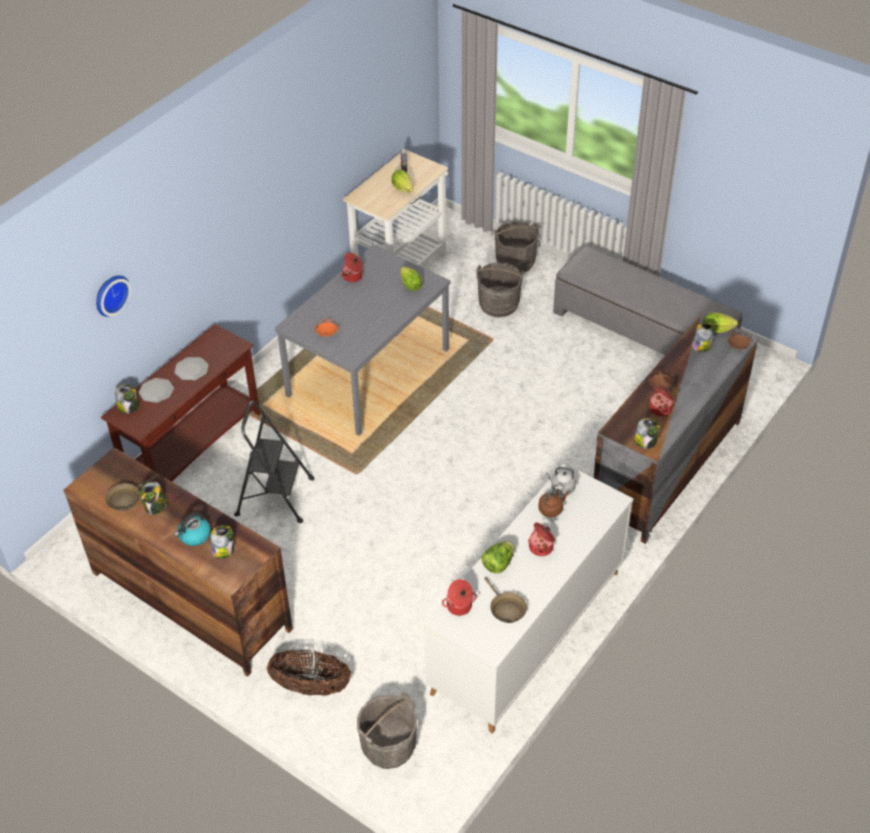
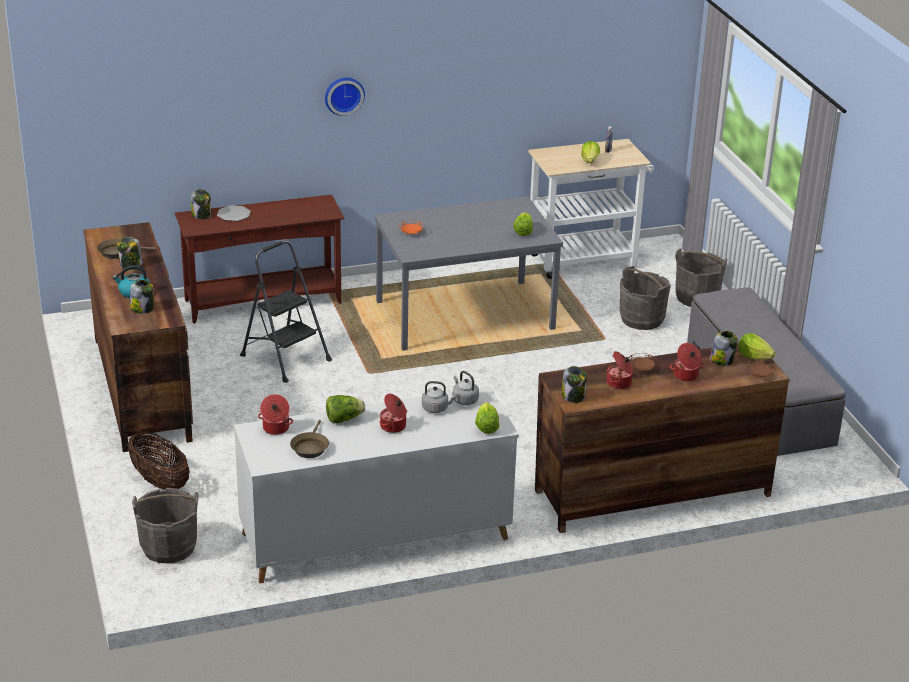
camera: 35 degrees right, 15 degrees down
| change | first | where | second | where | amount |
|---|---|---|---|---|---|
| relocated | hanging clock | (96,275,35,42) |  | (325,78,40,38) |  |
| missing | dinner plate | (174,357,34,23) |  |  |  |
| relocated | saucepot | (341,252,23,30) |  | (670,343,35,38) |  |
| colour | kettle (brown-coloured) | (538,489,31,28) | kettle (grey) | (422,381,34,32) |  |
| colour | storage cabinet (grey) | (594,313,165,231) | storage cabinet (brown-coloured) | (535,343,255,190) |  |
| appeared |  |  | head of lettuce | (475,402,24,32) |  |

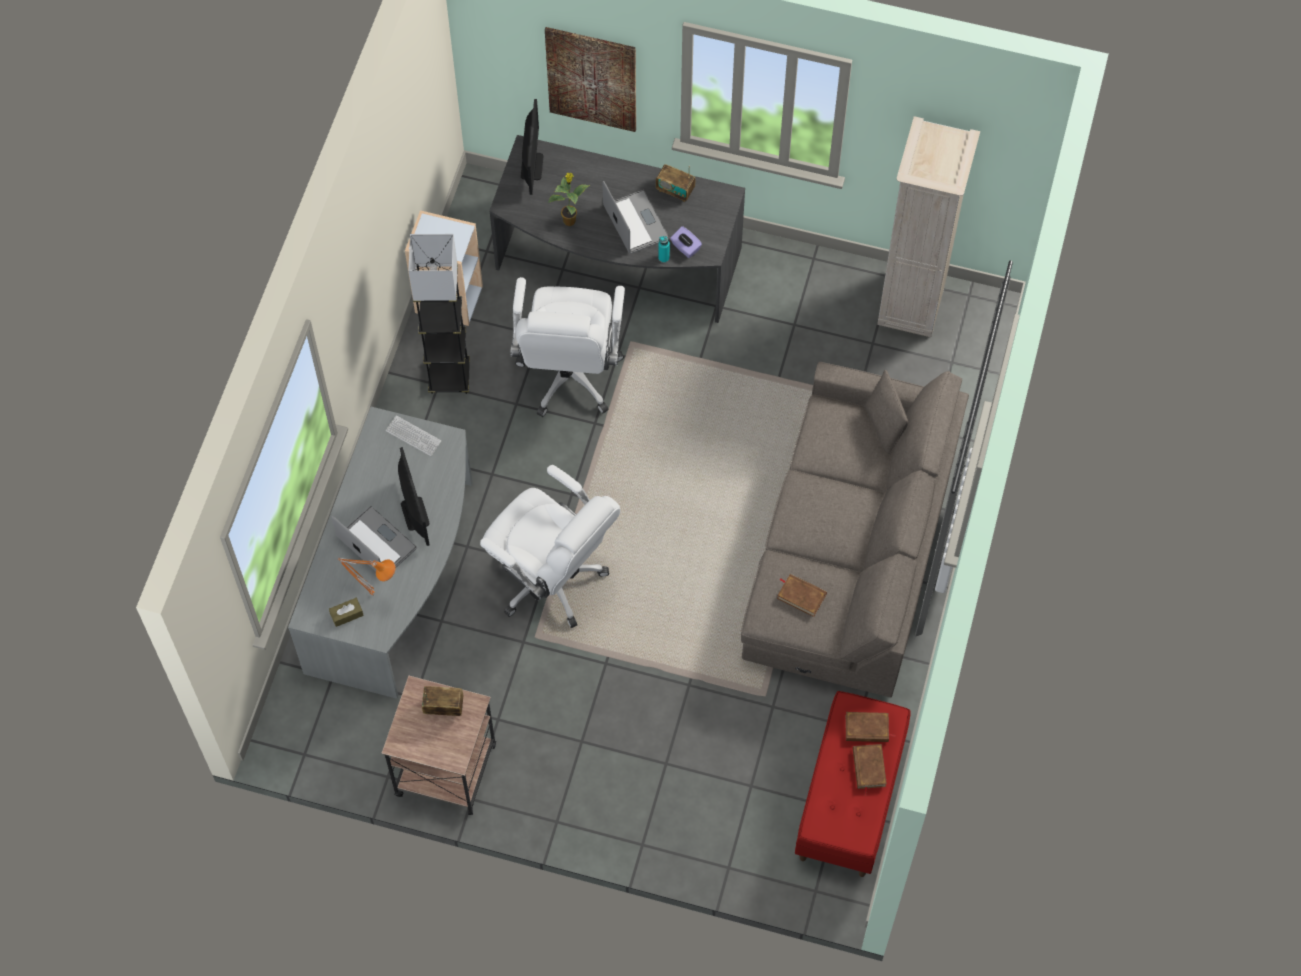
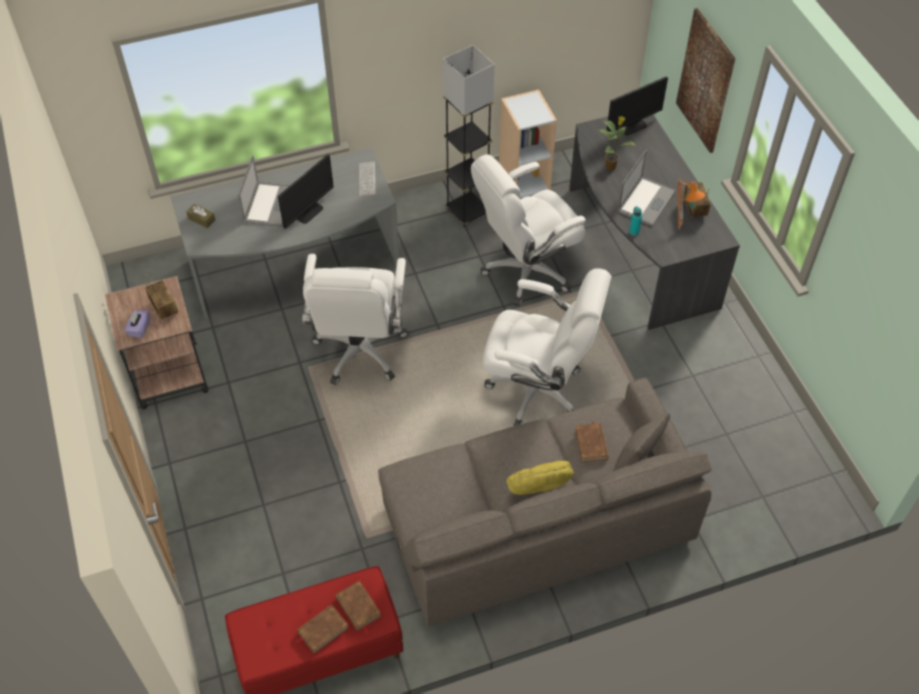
camera: 55 degrees right, 10 degrees down
| change | first | where | second | where | amount |
|---|---|---|---|---|---|
| relocated | lamp for a table (orange) | (338,558,58,38) |  | (677,179,28,50) |  |
| relocated | box of tissues (purple-coloured) | (670,226,32,32) |  | (125,311,25,27) |  |
| relocated | volume (brown-coloured) | (777,574,50,43) |  | (575,422,33,40) |  |
| missing | storage cabinet (sand-coloured) | (877,116,103,221) |  |  |  |
| appeared |  |  | desk chair (white) | (483,268,129,158) |  |
| appeared |  |  | cushion (yellow) | (506,461,68,34) |  |

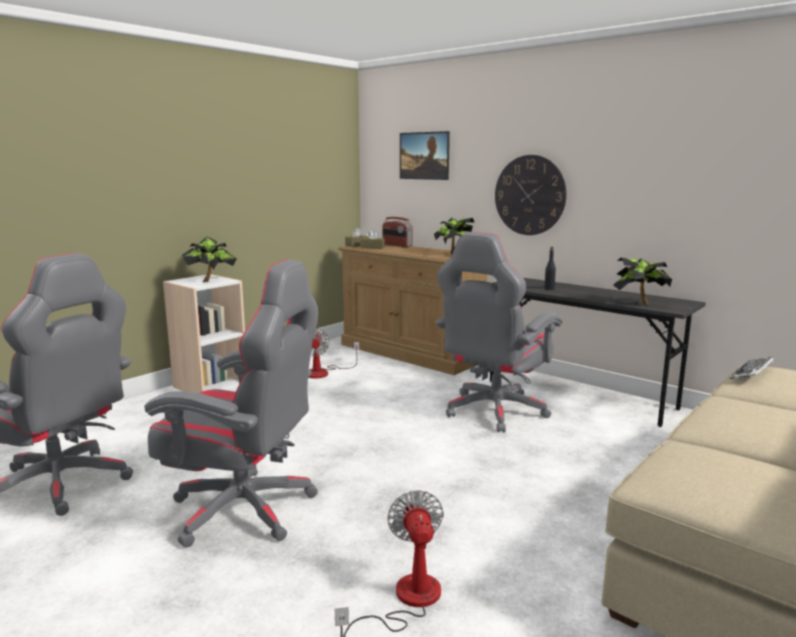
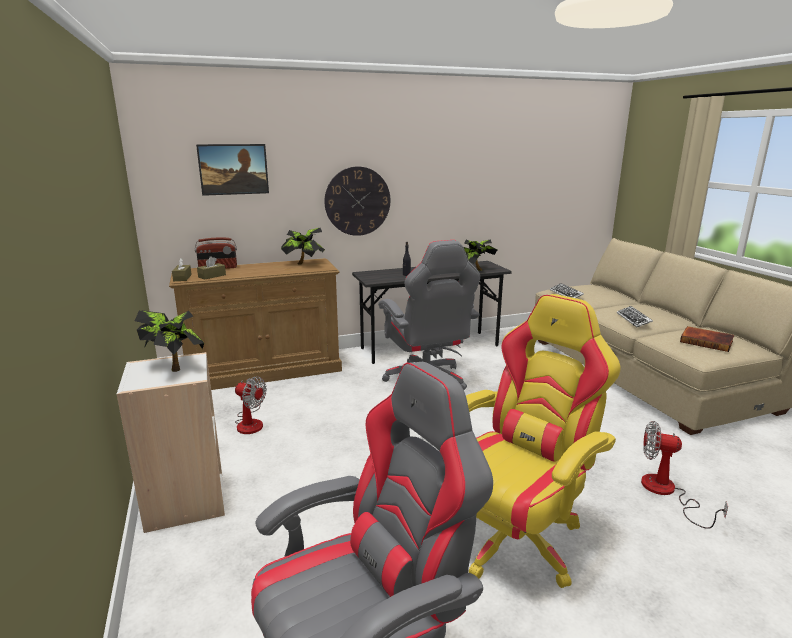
camera: 60 degrees left, 5 degrees up
| change | first | where | second | where | amount |
|---|---|---|---|---|---|
| colour | desk chair (grey) | (144,259,174,288) | desk chair (yellow) | (466,294,155,294) |  |
| appeared |  |  | PC keyboard | (617,306,36,21) |  |
| appeared |  |  | volume | (680,326,54,26) |  |

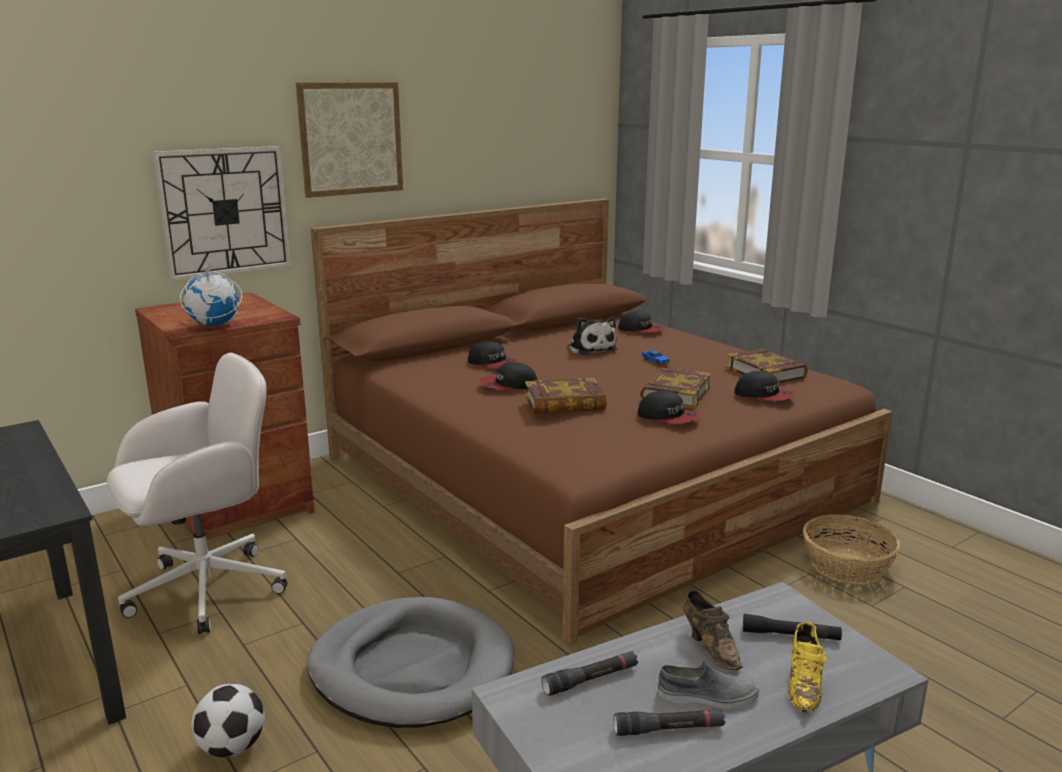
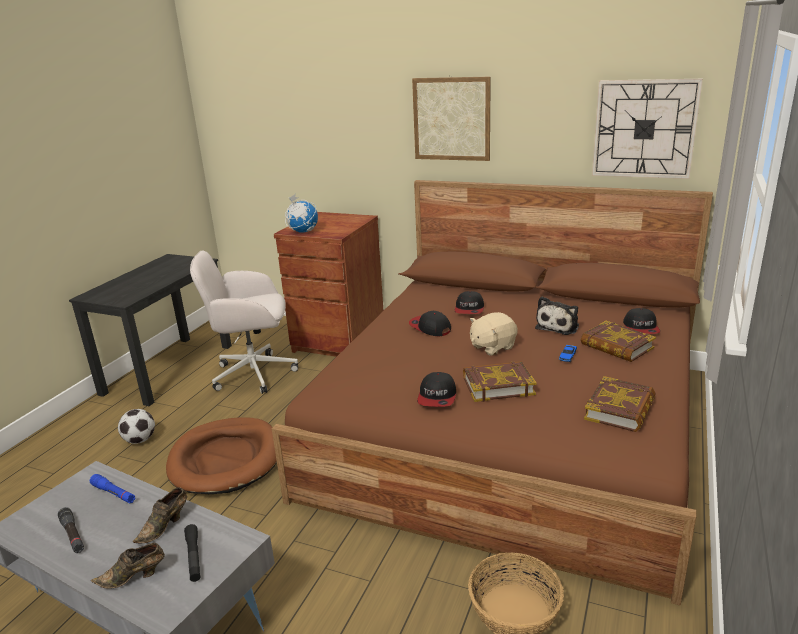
camera: 60 degrees right, 5 degrees up
| change | first | where | second | where | amount |
|---|---|---|---|---|---|
| spun | desk chair (white) | (107,353,180,281) |  | (190,250,108,144) | 150 degrees clockwise |
| relocated | hanging clock | (153,146,138,135) |  | (592,79,111,100) |  |
| colour | dog cushion (grey) | (307,597,208,131) | dog cushion (brown-coloured) | (166,417,111,77) |  |
| relocated | volume | (525,378,82,36) |  | (581,321,75,41) |  |
| colour | flashlight (blackish) | (542,651,96,45) | flashlight (blue-coloured) | (90,474,45,29) |  |
| missing | item of footwear (grey) | (658,661,101,48) |  |  |  |
| missing | cap | (735,371,61,30) |  |  |  |
| colour | item of footwear (yellow) | (788,622,39,90) | item of footwear (brown-coloured) | (91,543,74,46) |  |
| appeared |  |  | cuddly toy (sand-coloured) | (470,312,48,44) |  |

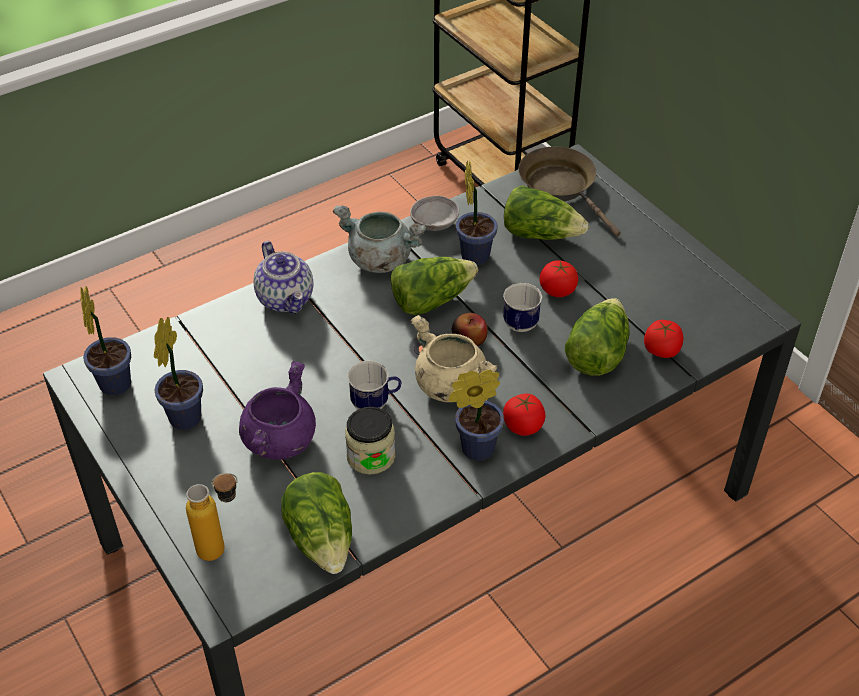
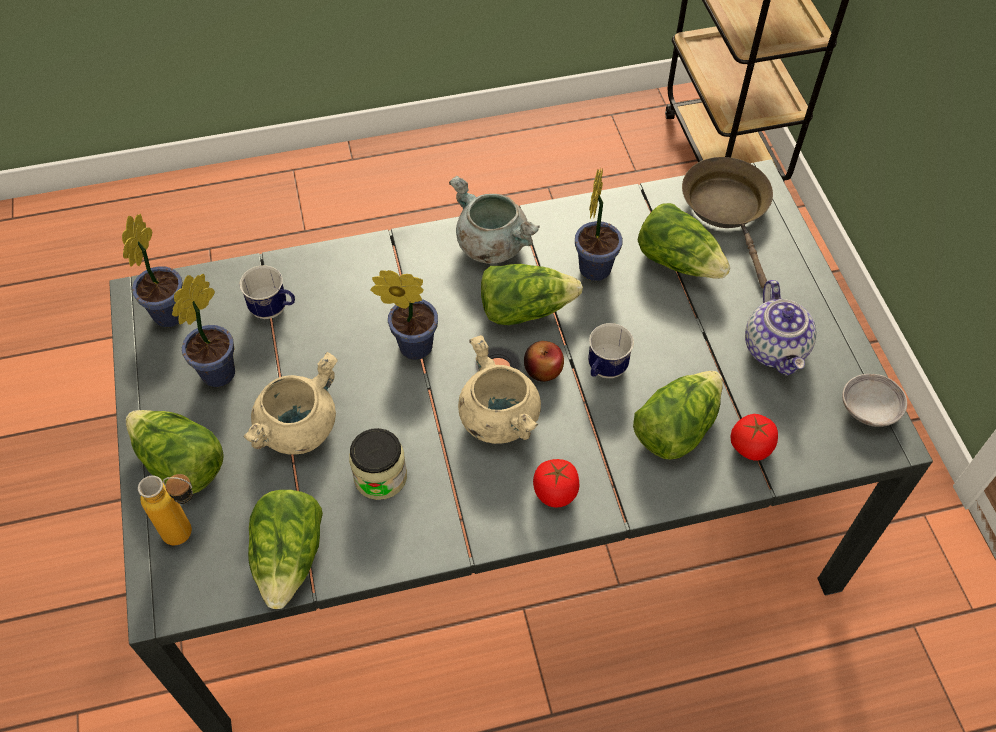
camera: 20 degrees right, 10 degrees up
| change | first | where | second | where | amount |
|---|---|---|---|---|---|
| colour | saucepot (purple-coloured) | (239,361,77,99) | saucepot (sand-coloured) | (243,352,94,102) |  |
| relocated | pot for tea | (253,241,60,73) |  | (745,280,71,96) |  |
| relocated | coffee mug | (347,361,54,48) |  | (239,265,56,54) |  |
| relocated | deep dish (grey) | (410,196,49,35) |  | (842,374,65,53) |  |
| relocated | potted plant | (449,370,55,91) |  | (371,270,67,90) |  |
| missing | whole tomato | (540,260,38,37) |  |  |  |
| appeared |  |  | head of lettuce | (126,410,98,84) |  |

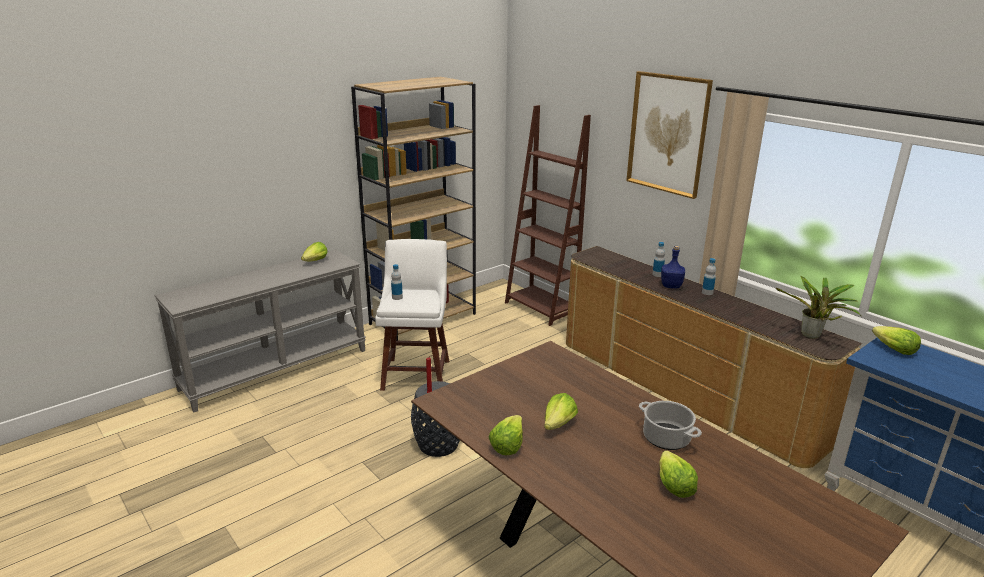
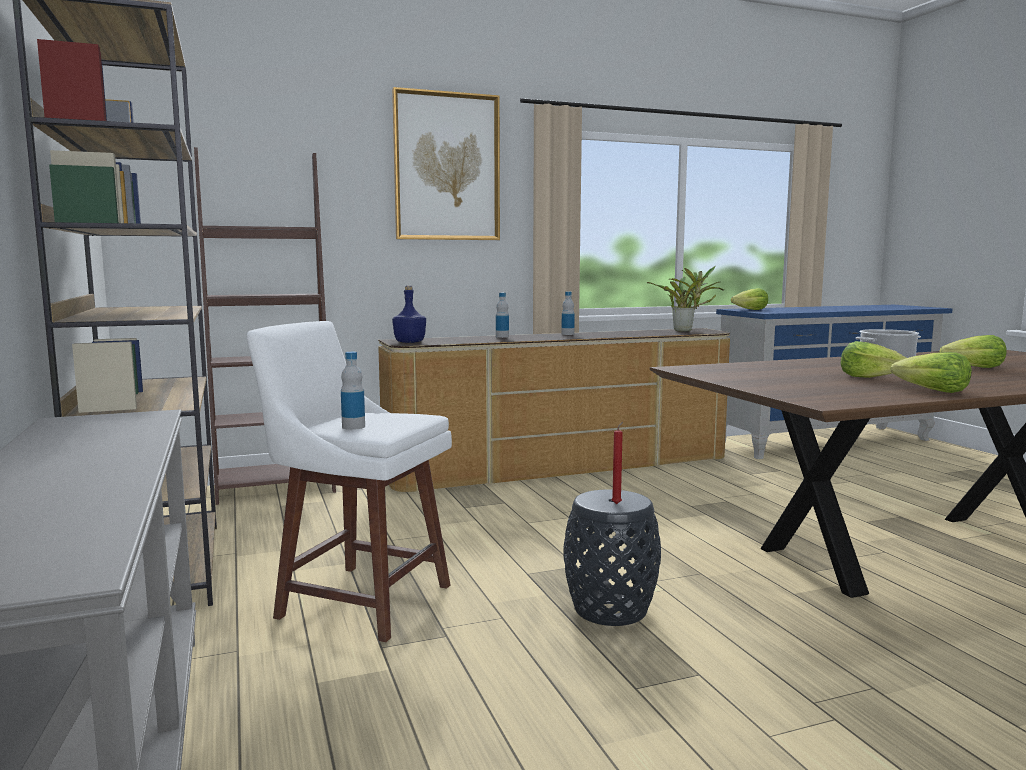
camera: 70 degrees left, 15 degrees down
| change | first | where | second | where | amount |
|---|---|---|---|---|---|
| missing | head of lettuce | (301,242,27,19) |  |  |  |
| relocated | beverage bottle (blue-coloured) | (661,246,24,43) |  | (392,285,34,58) |  |

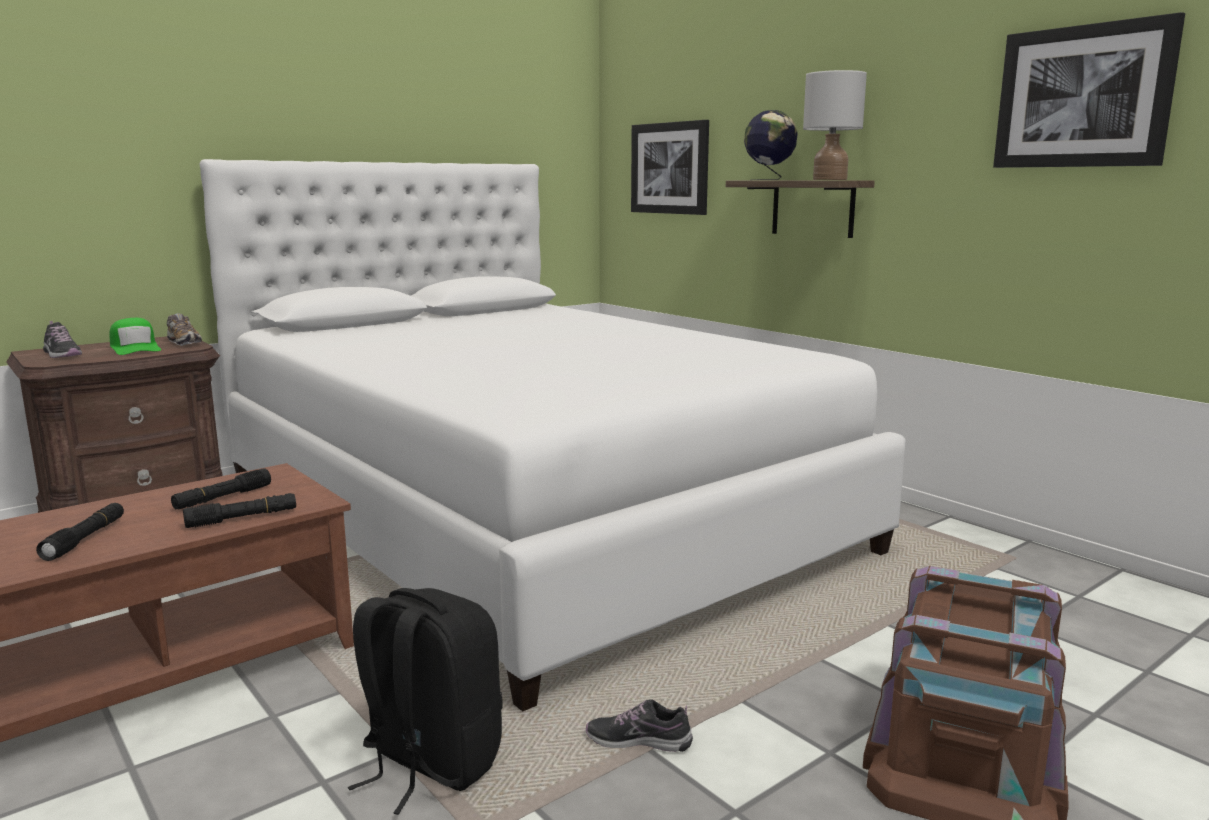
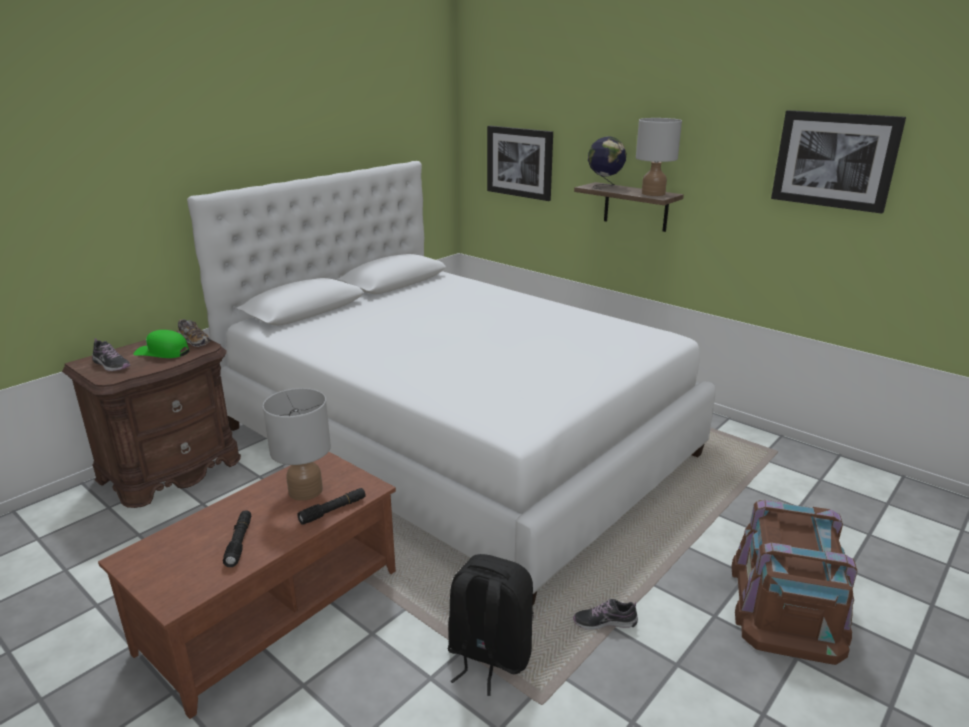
camera: 10 degrees left, 10 degrees up
| change | first | where | second | where | amount |
|---|---|---|---|---|---|
| spun | cap (green-coloured) | (109,318,52,37) |  | (133,330,56,28) | 150 degrees clockwise |
| exchanged | flashlight (blackish) | (171,468,100,41) | lamp for a table (grey) | (263,388,68,113) |  |

